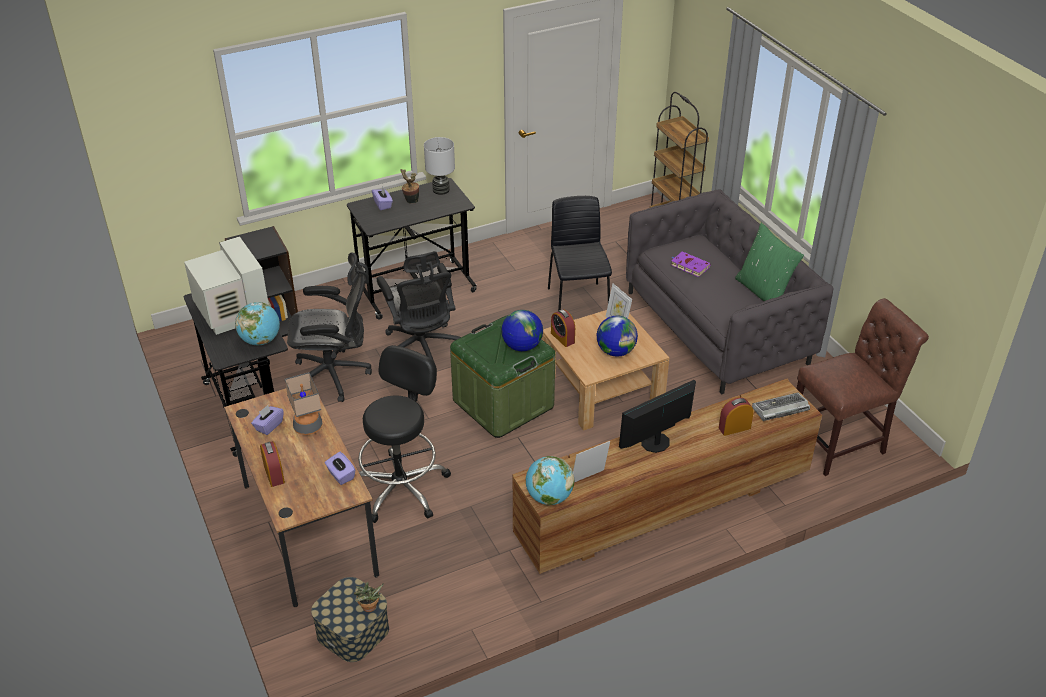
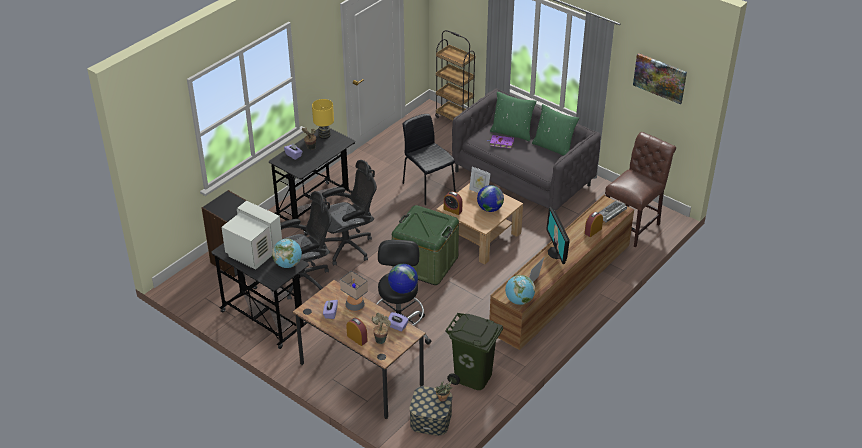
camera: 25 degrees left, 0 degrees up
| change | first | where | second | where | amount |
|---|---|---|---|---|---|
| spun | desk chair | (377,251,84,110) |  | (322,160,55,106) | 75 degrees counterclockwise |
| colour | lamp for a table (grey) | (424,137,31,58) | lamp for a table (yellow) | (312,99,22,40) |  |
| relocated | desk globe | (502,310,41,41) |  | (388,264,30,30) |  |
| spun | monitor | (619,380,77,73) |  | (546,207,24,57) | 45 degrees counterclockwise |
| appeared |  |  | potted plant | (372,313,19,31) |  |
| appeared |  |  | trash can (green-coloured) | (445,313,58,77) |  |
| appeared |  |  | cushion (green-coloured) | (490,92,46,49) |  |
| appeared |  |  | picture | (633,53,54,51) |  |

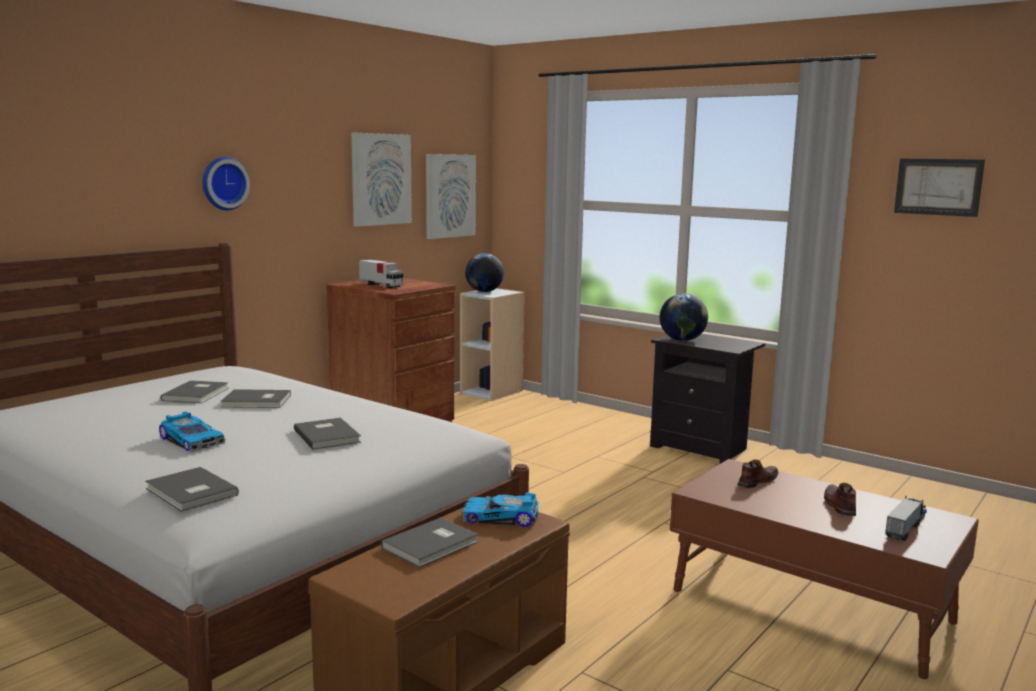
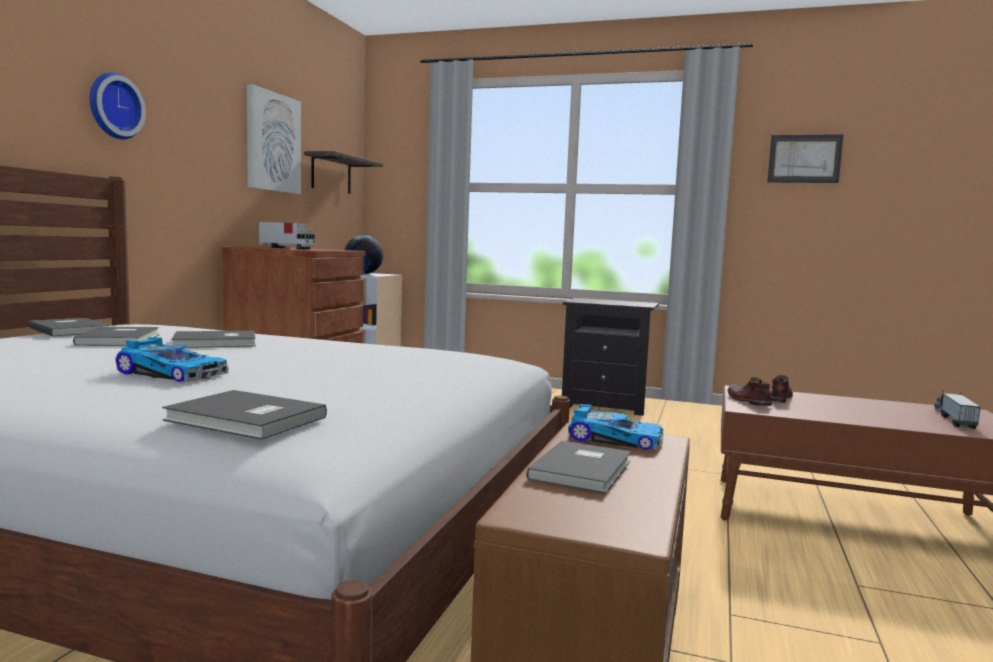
camera: 20 degrees left, 5 degrees down
| change | first | where | second | where | amount |
|---|---|---|---|---|---|
| relocated | volume (grey) | (294,418,67,32) |  | (28,318,83,18) |  |
| exchanged | picture | (426,154,50,85) | bracket shelf | (304,151,79,43) |  |
| spun | miniature car | (463,492,76,35) |  | (568,404,96,46) | 150 degrees counterclockwise |
| missing | desk globe | (660,293,48,48) |  |  |  |
| relocated | item of footwear (brown-coloured) | (824,483,32,33) |  | (727,377,45,29) |  |

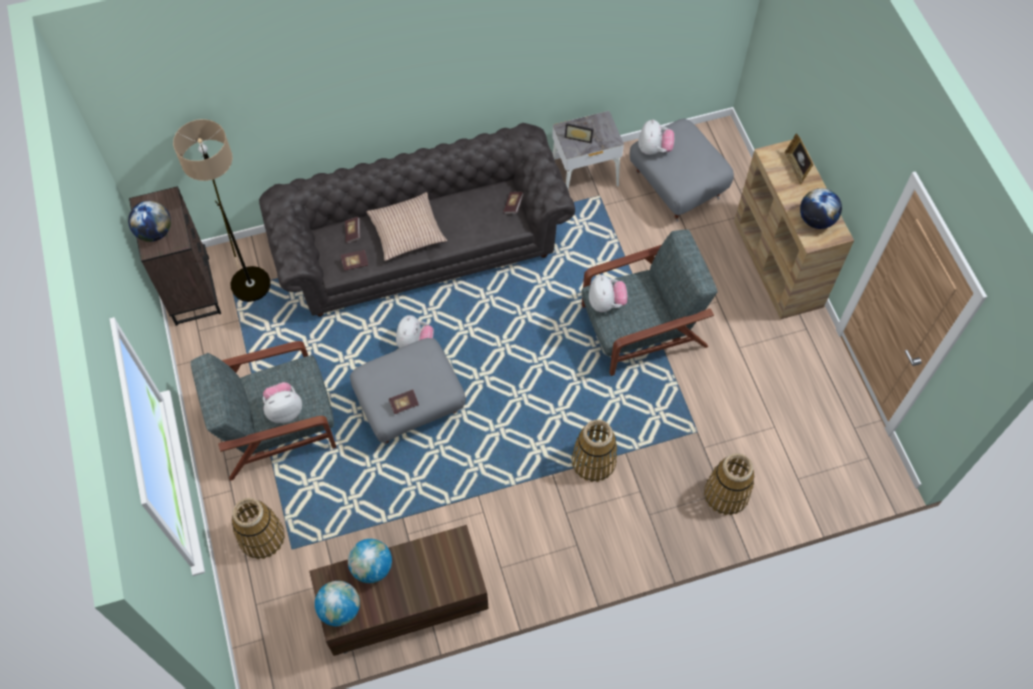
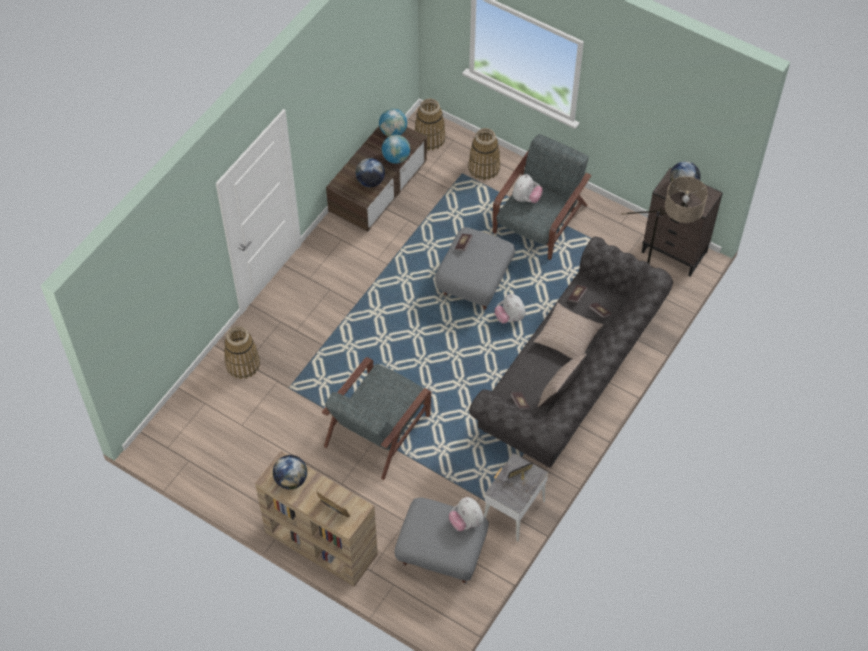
camera: 140 degrees right, 5 degrees down
| change | first | where | second | where | amount |
|---|---|---|---|---|---|
| relocated | household basket | (572,420,45,62) |  | (415,99,31,52) |  |
| missing | cuddly toy | (589,275,38,37) |  |  |  |
| appeared |  |  | desk globe | (356,158,29,29) |  |
| appeared |  |  | cushion | (537,354,50,54) |  |

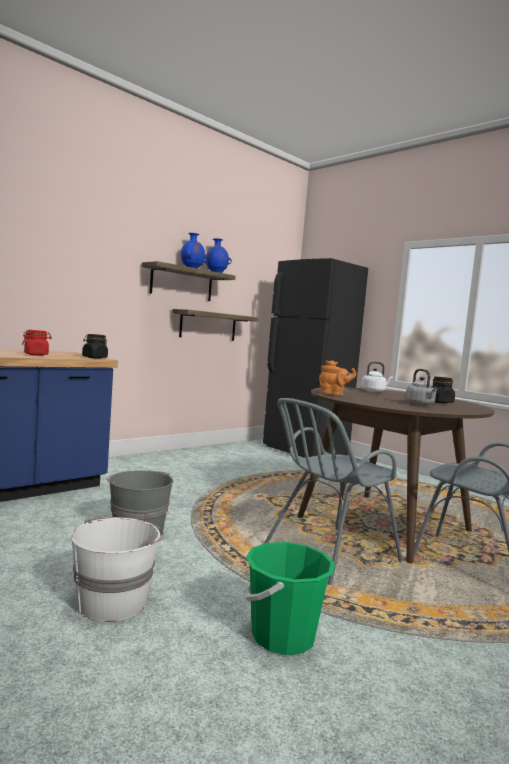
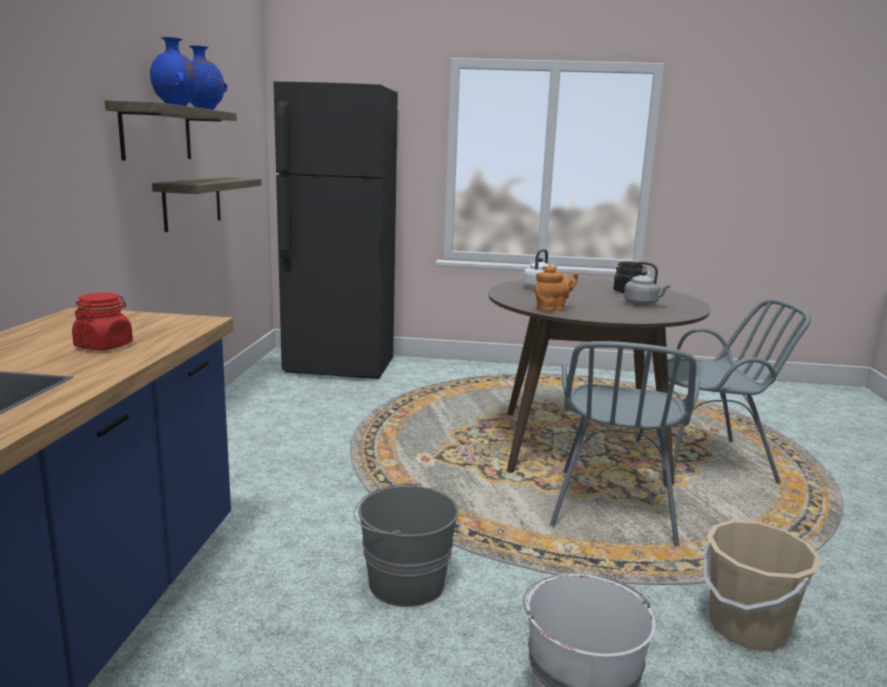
camera: 40 degrees left, 10 degrees up
| change | first | where | second | where | amount |
|---|---|---|---|---|---|
| missing | jar (blackish) | (82,334,26,25) |  |  |  |
| colour | bucket (green-coloured) | (245,542,90,113) | bucket (sand-coloured) | (704,520,117,132) |  |

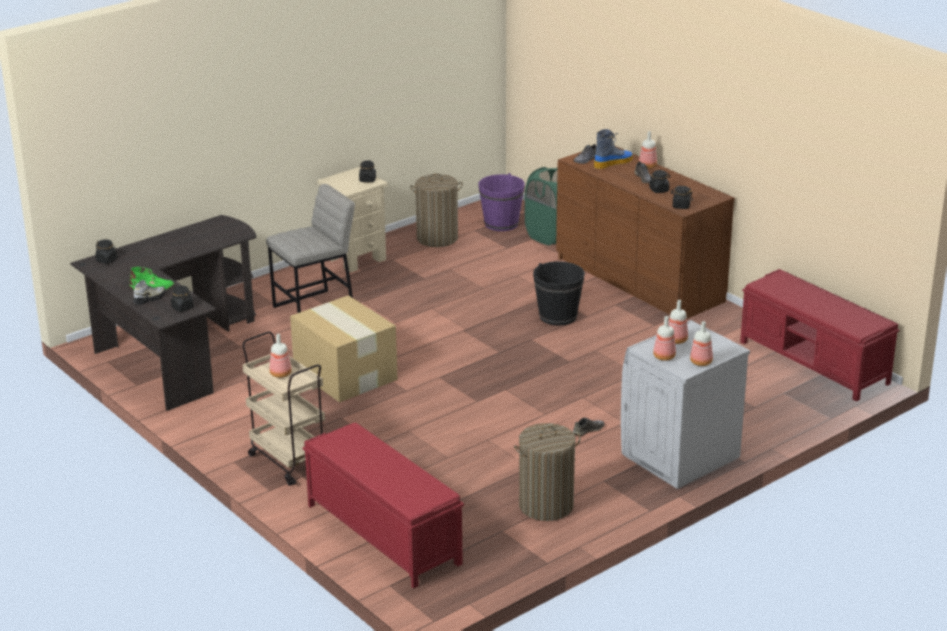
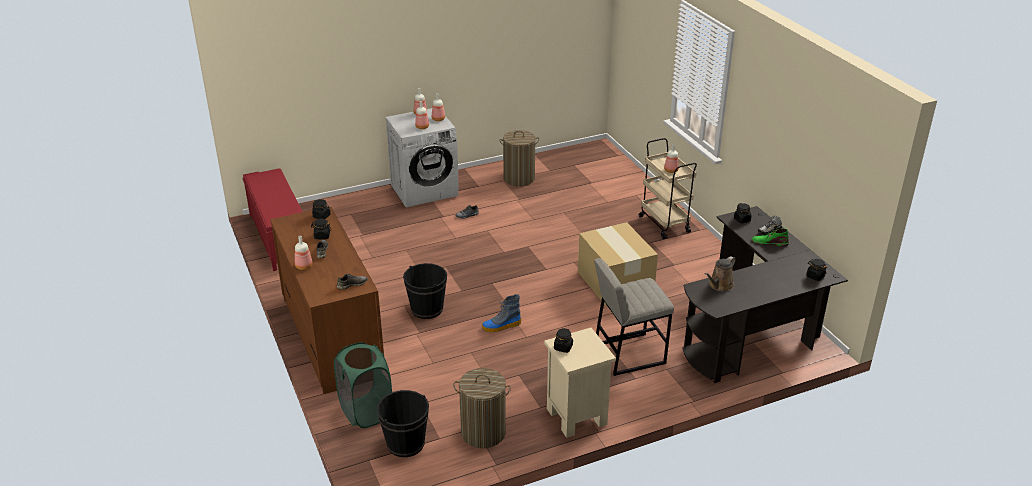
camera: 165 degrees left, 5 degrees up
| change | first | where | second | where | amount |
|---|---|---|---|---|---|
| missing | indoor bench (red) | (303,423,161,166) |  |  |  |
| colour | bucket (purple-coloured) | (478,173,47,58) | bucket (blackish) | (377,390,52,67) |  |
| relocated | high-top boot | (594,129,39,40) |  | (482,294,39,38) |  |
| appeared |  |  | watering can (brown-coloured) | (704,256,31,35) |  |

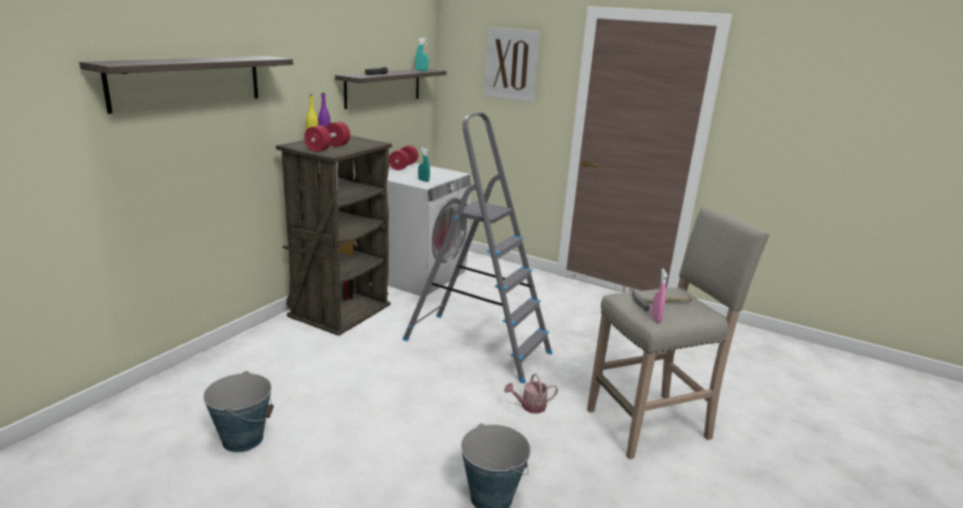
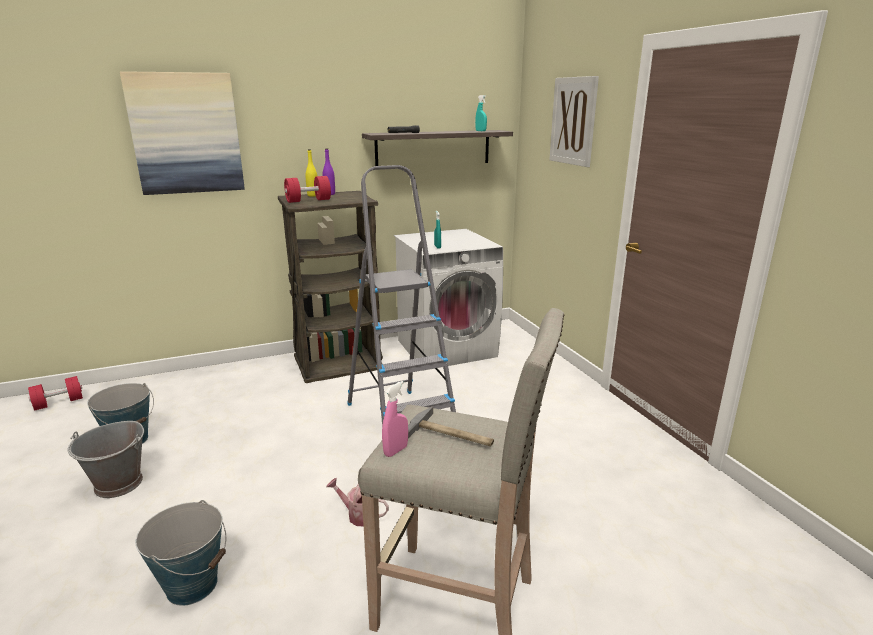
camera: 40 degrees right, 0 degrees up
| change | first | where | second | where | amount |
|---|---|---|---|---|---|
| exchanged | bracket shelf | (79,56,214,58) | picture | (120,71,125,124) |  |
| relocated | hand weight (red) | (389,145,29,25) |  | (28,376,55,34) |  |
| appeared |  |  | bucket (grey) | (67,421,77,77) |  |

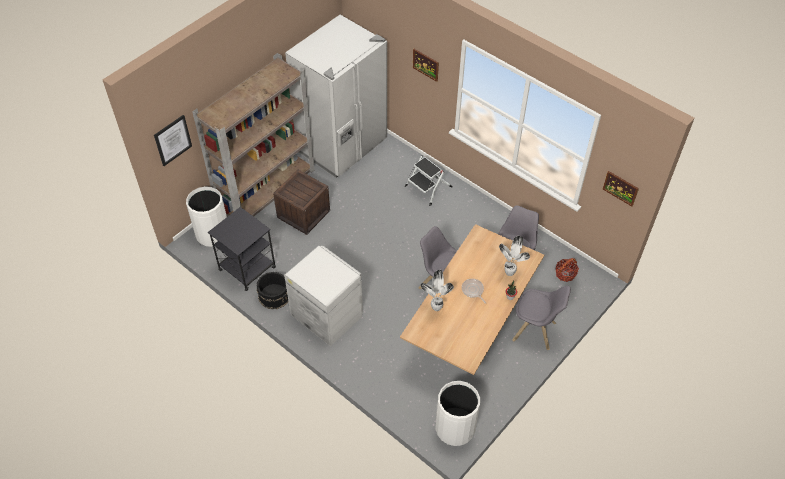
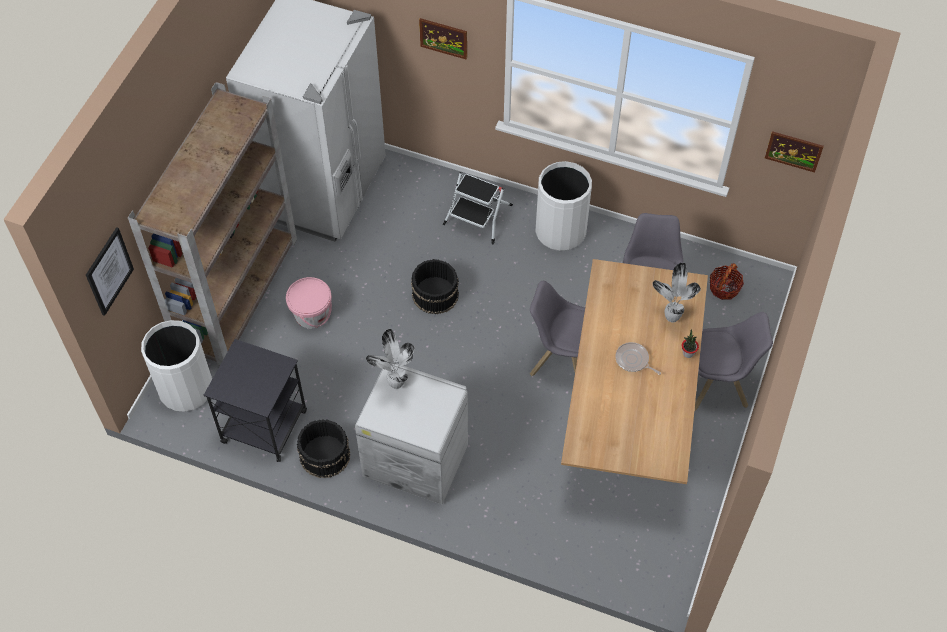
camera: 20 degrees left, 5 degrees up
| change | first | where | second | where | amount |
|---|---|---|---|---|---|
| exchanged | crate | (273,170,57,65) | bucket (pink) | (286,277,46,51) |  |
| relocated | potted plant | (421,270,33,41) |  | (366,329,49,60) |  |
| relocated | trash can (white) | (435,381,45,65) |  | (535,161,57,90) |  |
| appeared |  |  | bucket (blackish) | (411,259,48,55) |  |

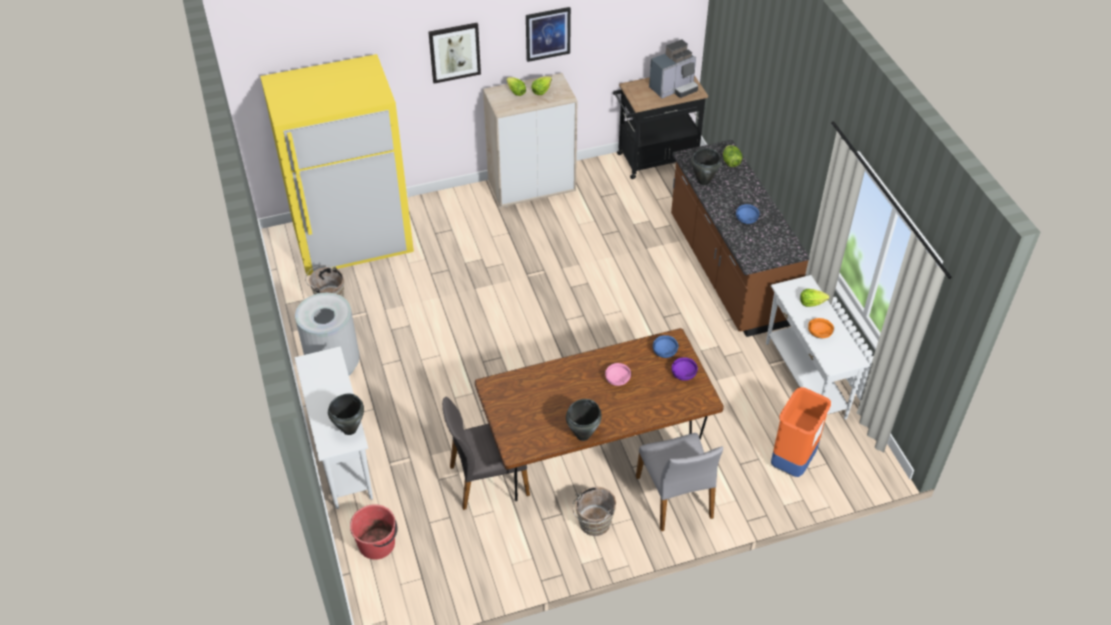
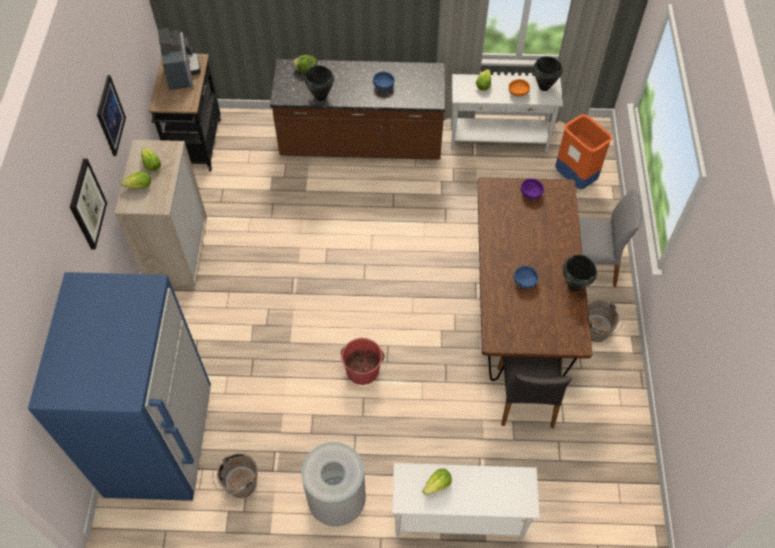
camera: 70 degrees left, 10 degrees up
| change | first | where | second | where | amount |
|---|---|---|---|---|---|
| colour | kitchen fridge (yellow) | (260,54,154,222) | kitchen fridge (blue-coloured) | (28,272,183,229) |  |
| relocated | saucepot (blackish) | (328,394,36,41) |  | (534,56,28,35) |  |
| relocated | bucket (red) | (350,504,48,56) |  | (341,338,43,47) |  |
| missing | deep dish (pink) | (605,363,26,23) |  |  |  |
| relocated | deep dish (blue-coloured) | (653,335,26,23) |  | (514,266,25,23) |  |
| appeared |  |  | head of lettuce | (422,468,30,27) |  |

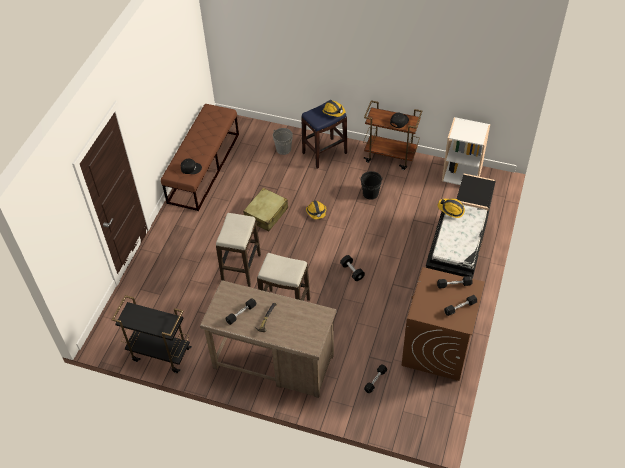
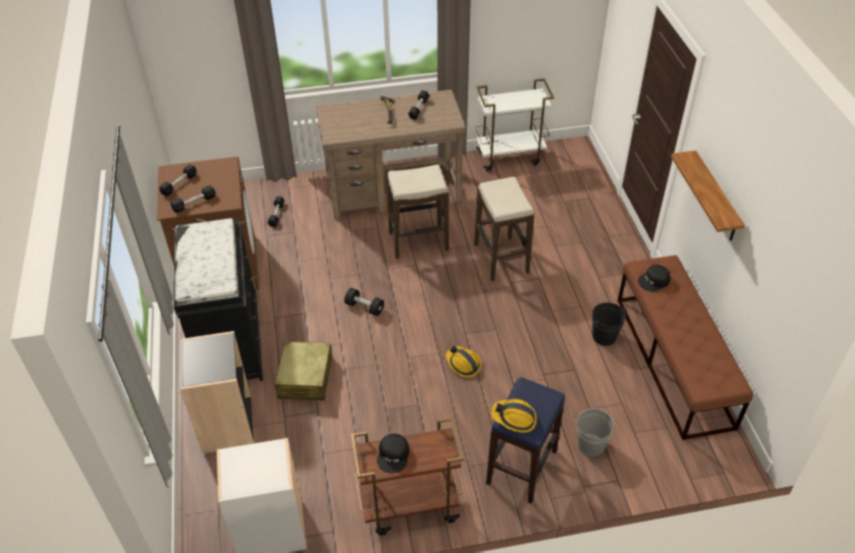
camera: 150 degrees right, 5 degrees down
| change | first | where | second | where | amount |
|---|---|---|---|---|---|
| colour | cart (blackish) | (112,295,80,78) | cart (white) | (475,78,79,94) |  |
| relocated | suitcase (sand-coloured) | (243,188,45,44) |  | (274,342,59,58) |  |
| relocated | bucket (blackish) | (360,171,23,29) |  | (592,302,34,44) |  |
| missing | work helmet | (438,198,27,20) |  |  |  |
| appeared |  |  | bracket shelf | (671,150,74,91) |  |

